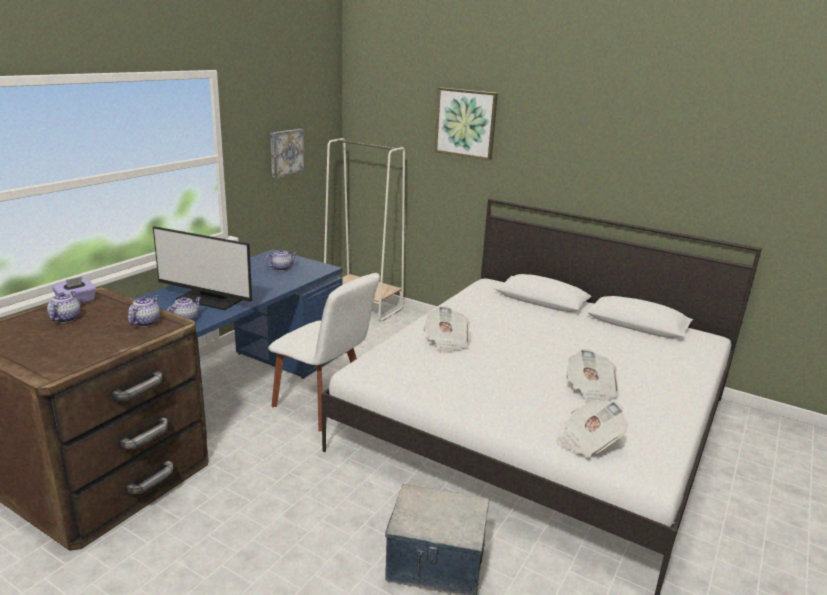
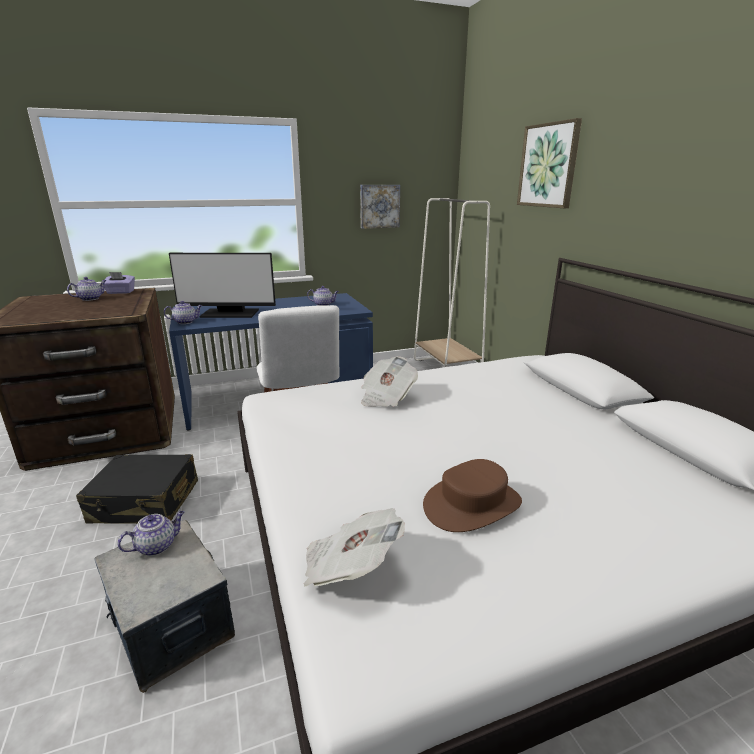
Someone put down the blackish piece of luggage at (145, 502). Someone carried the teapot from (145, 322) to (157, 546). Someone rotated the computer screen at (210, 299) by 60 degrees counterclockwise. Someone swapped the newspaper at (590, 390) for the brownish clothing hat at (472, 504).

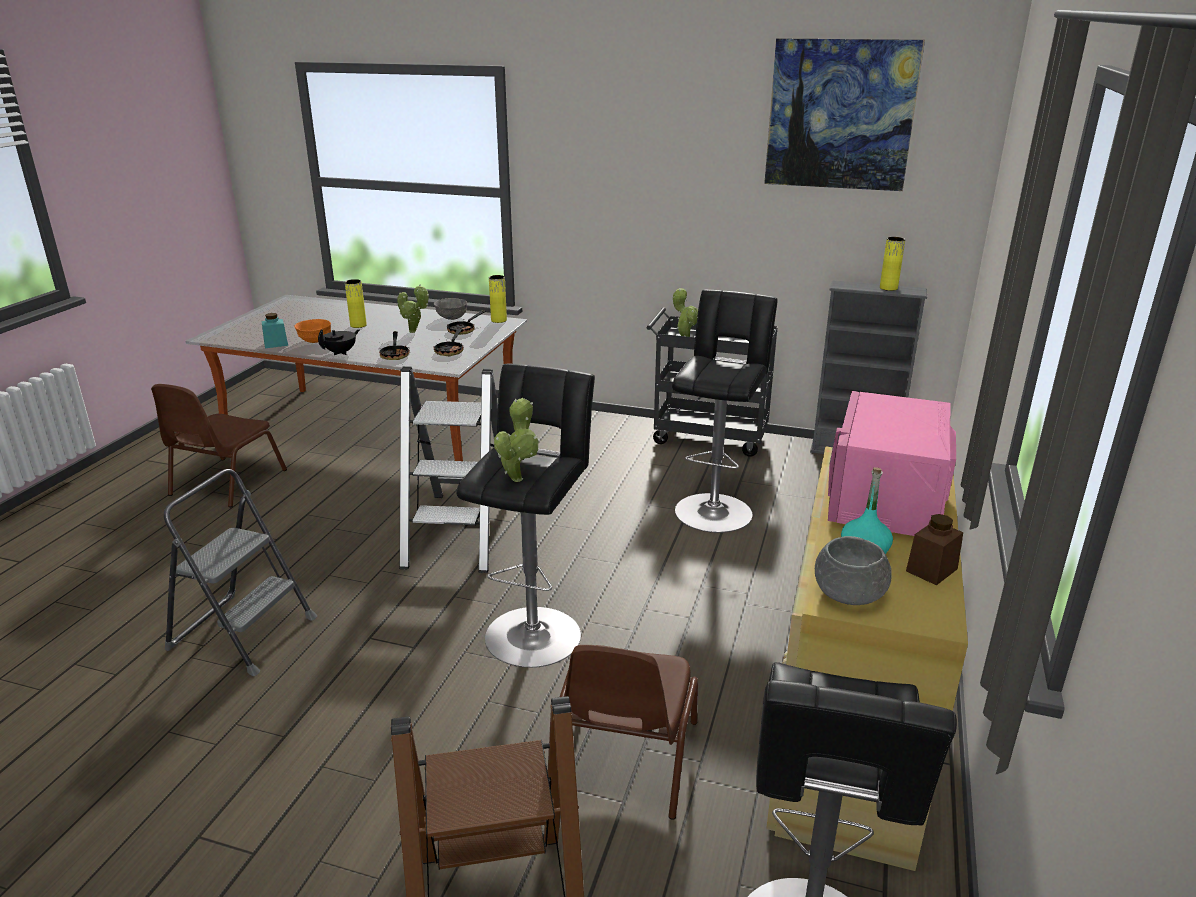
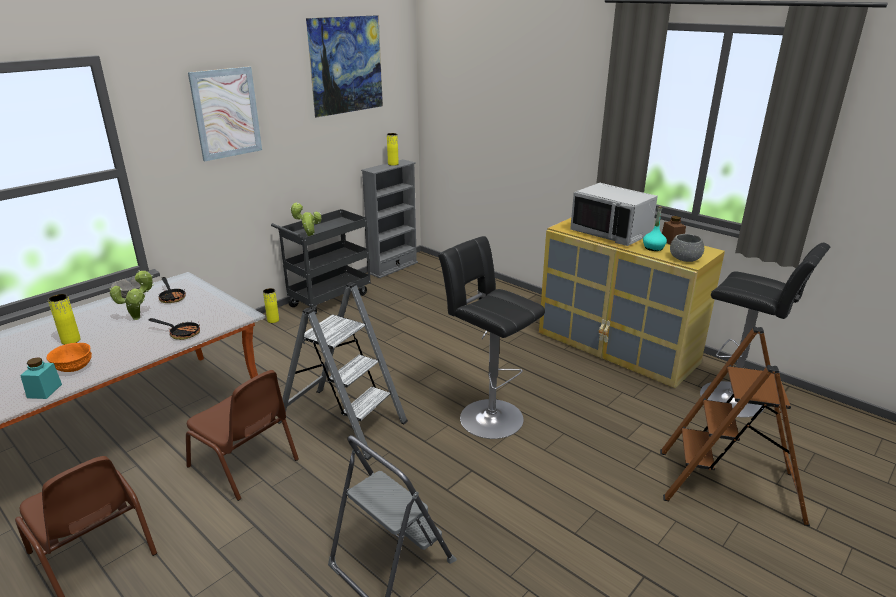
Someone carried the brownish plain chair from (624, 760) to (245, 463). Someone put up the wall art at (226, 113). Someone carried the yellow-coloured flower vase from (499, 320) to (273, 320). Someone repainted the pink microwave at (887, 501), which became the gray microwave at (611, 233). Someone took away the blackish teapot at (341, 352). Someone took away the pan at (450, 350). Someone took away the potted plant at (518, 477). Someone took away the blackish stool at (714, 509).

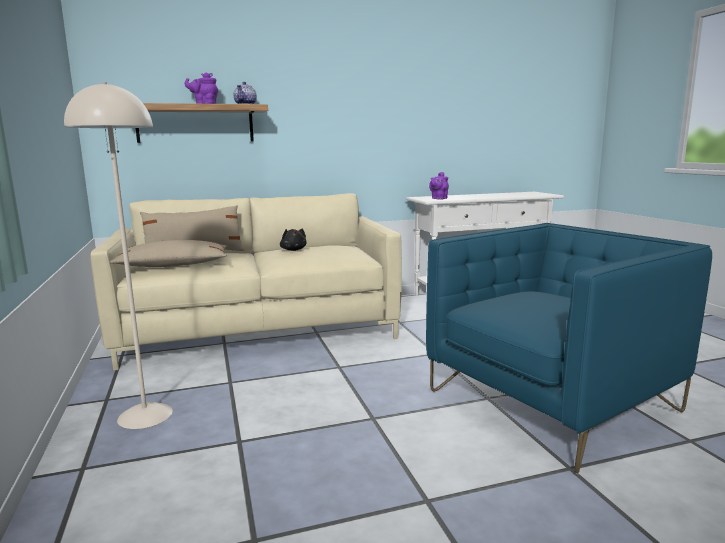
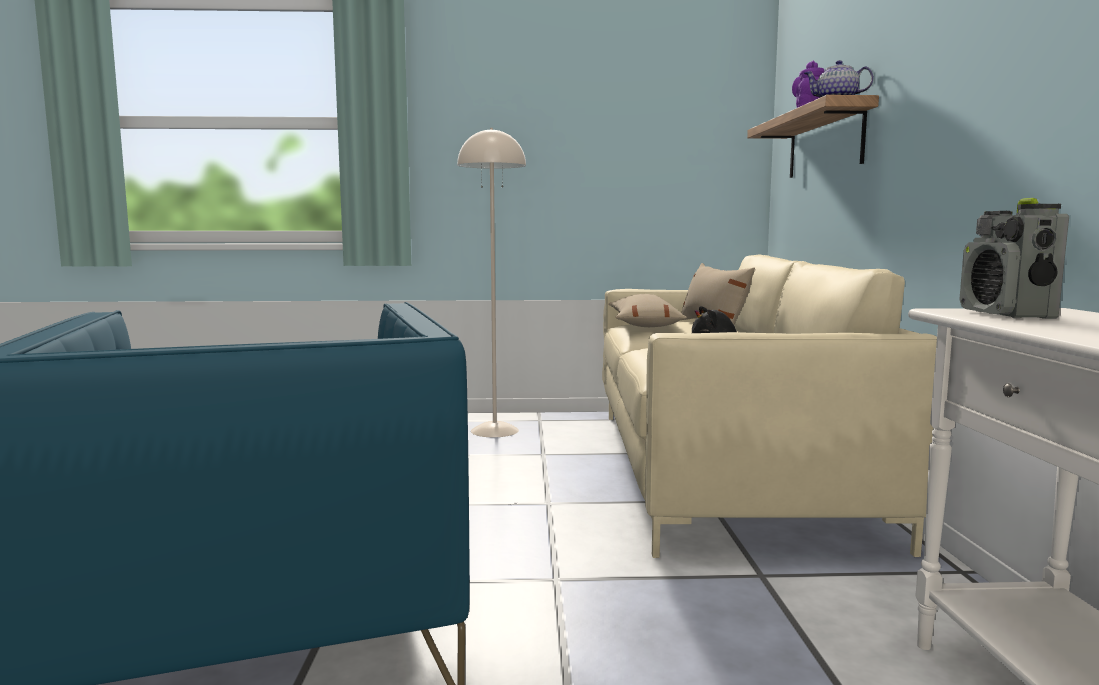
Someone swapped the purplish teapot at (438, 198) for the radio receiver at (1007, 314).

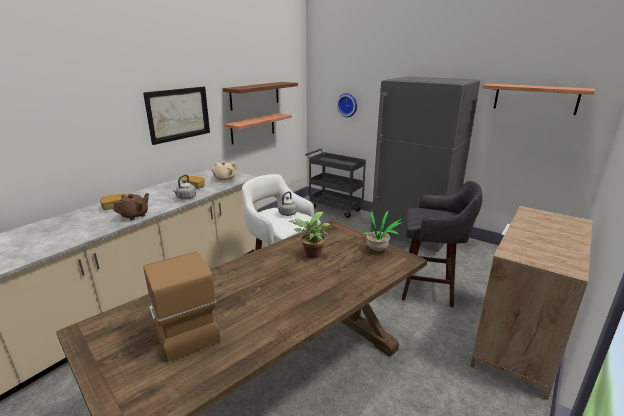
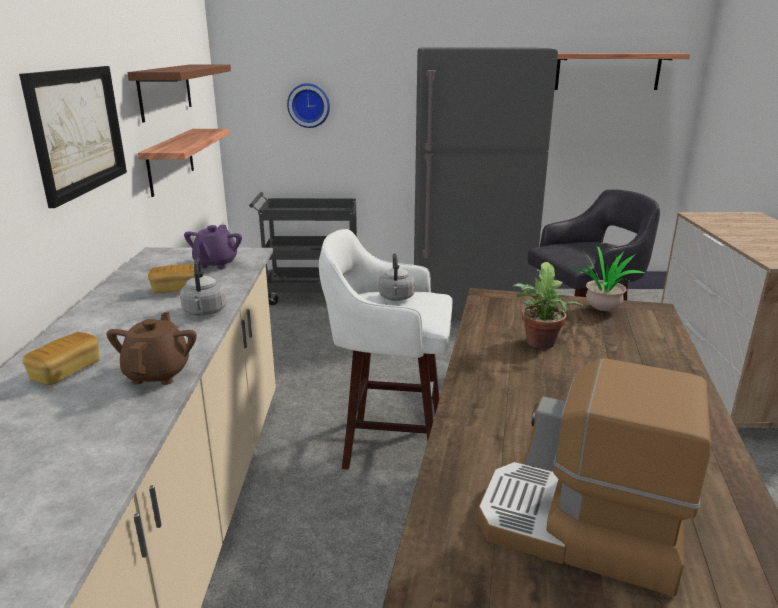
Someone repainted the sand-coloured teapot at (224, 179), which became the purplish teapot at (215, 264).

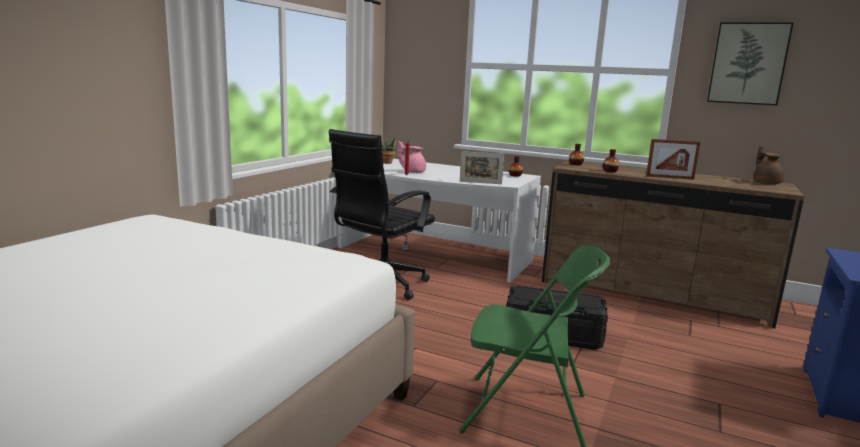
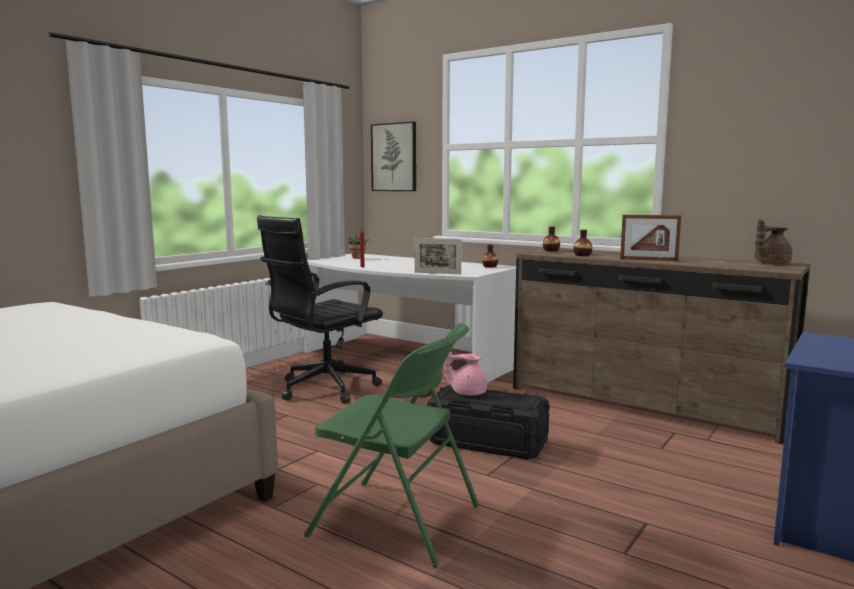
Someone carried the wall art from (748, 63) to (394, 157). Someone carried the pink teapot from (413, 171) to (467, 392). Someone rotated the brownish teapot at (766, 183) by 120 degrees counterclockwise.

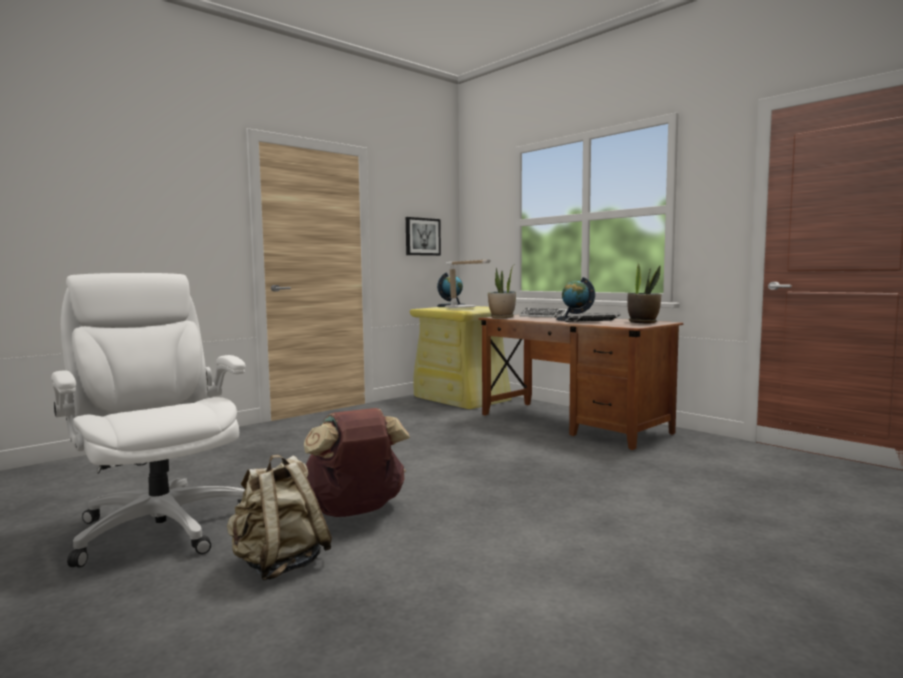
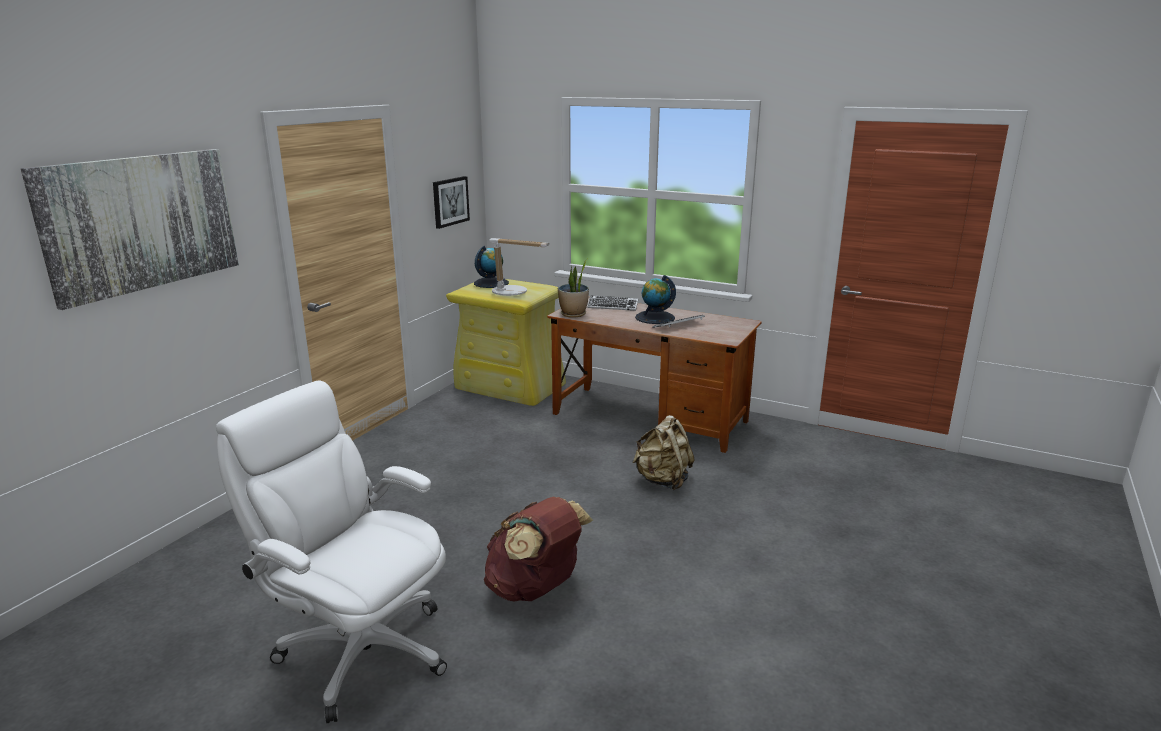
Someone put up the wall art at (141, 222). Someone carried the sand-coloured knapsack from (279, 565) to (663, 481). Someone took away the potted plant at (643, 322).

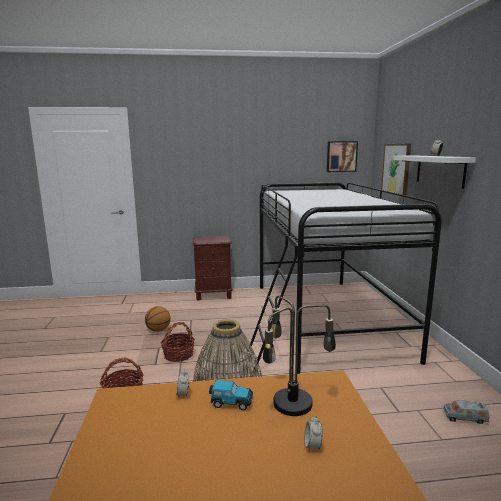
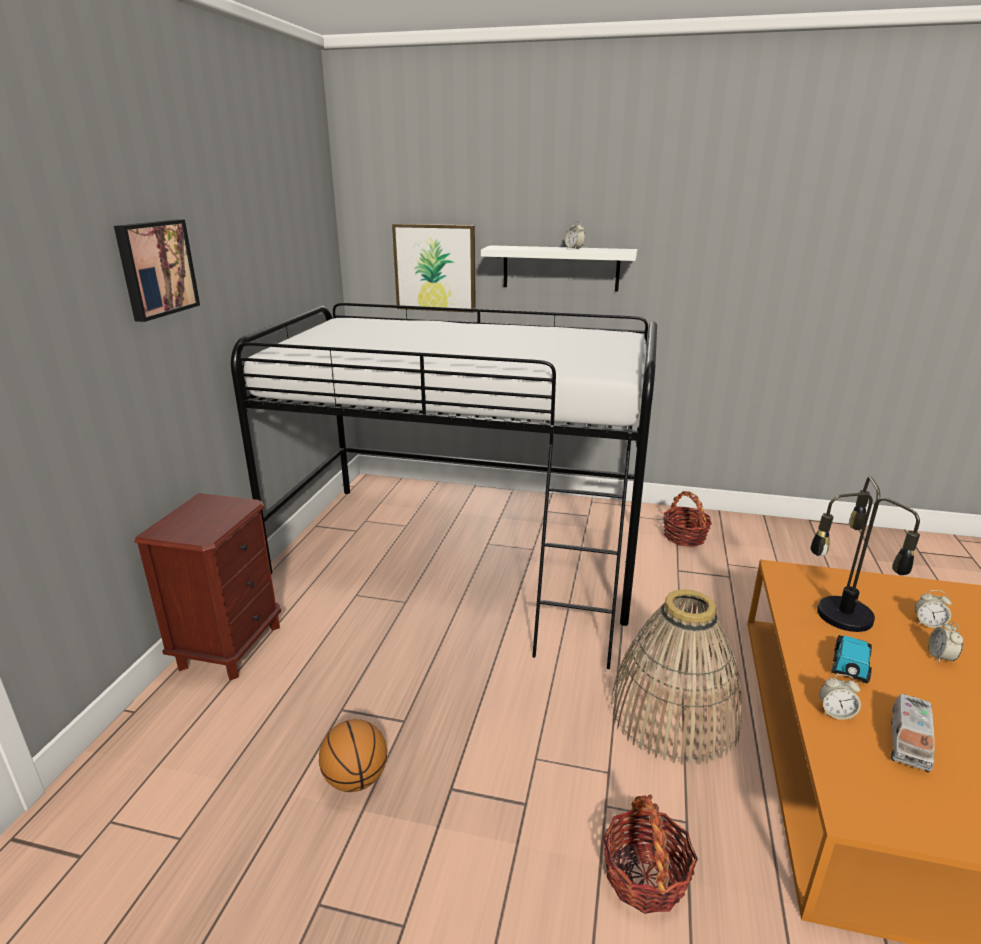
Someone carried the wall art from (341, 156) to (155, 268). Someone carried the basket from (178, 355) to (684, 537). Someone carried the model truck from (464, 417) to (909, 742). Someone put down the bedside clock at (940, 656).

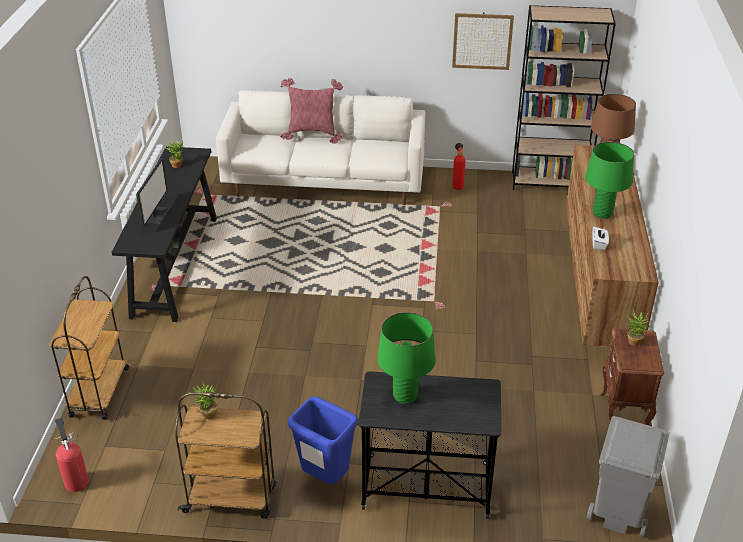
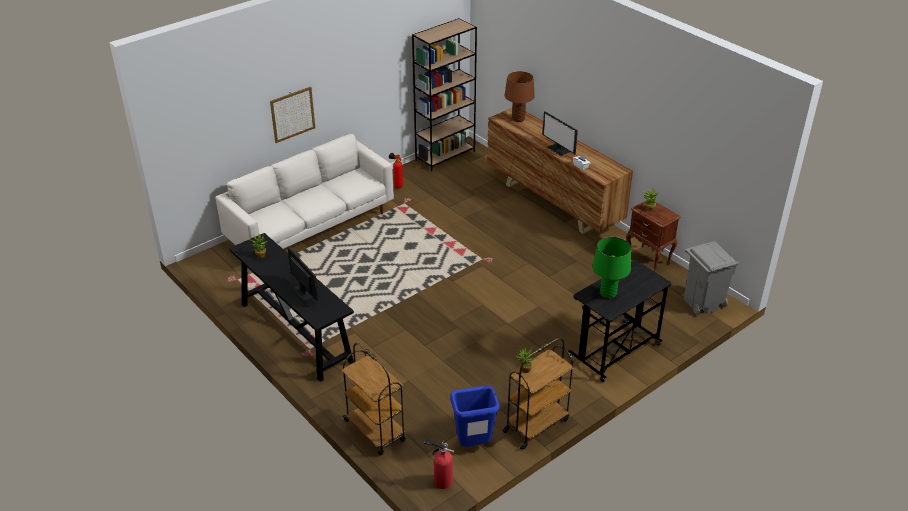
Someone carried the wall art from (482, 40) to (292, 113). Someone carried the bluish trash can from (324, 478) to (473, 445). Someone swapped the green-coloured tabletop lamp at (602, 213) for the computer screen at (558, 149). Someone took away the reddish cushion at (312, 137).

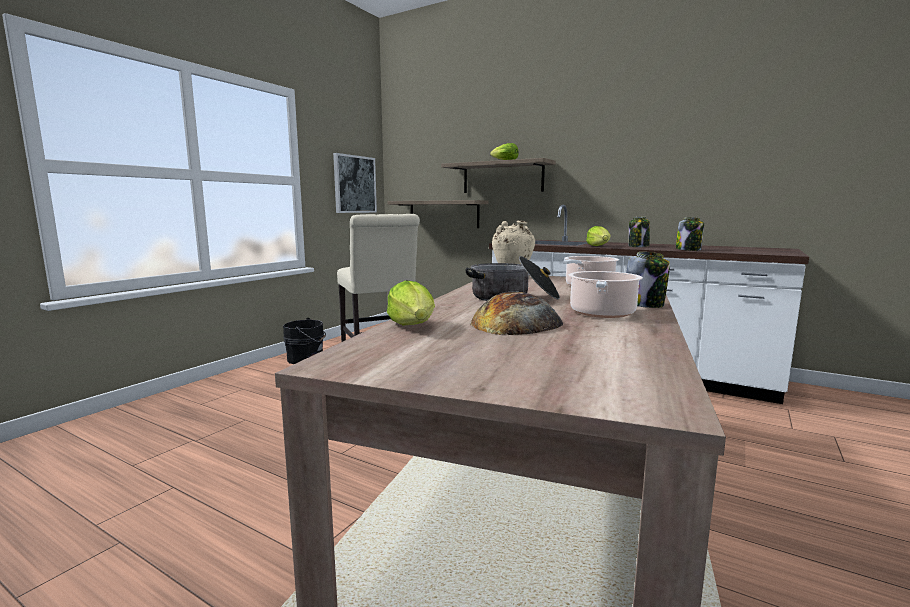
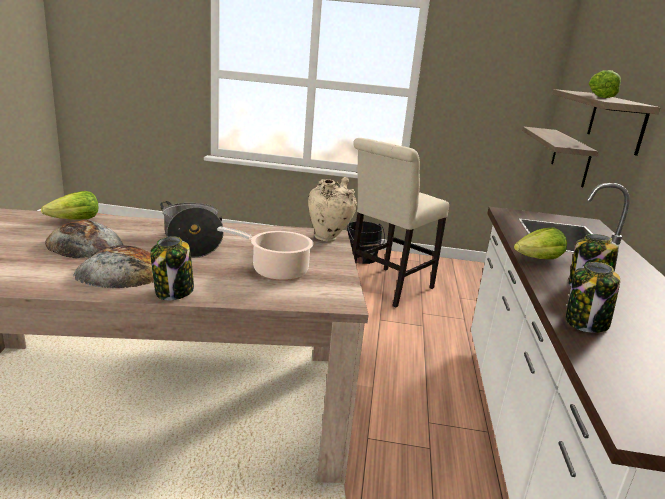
Someone swapped the saucepot at (602, 314) for the bakery bread at (121, 272). Someone took away the wall art at (354, 184).

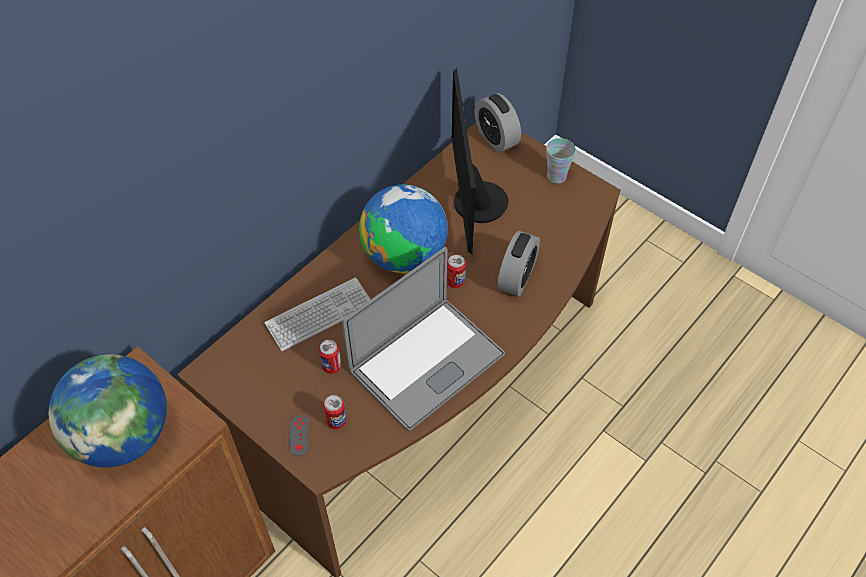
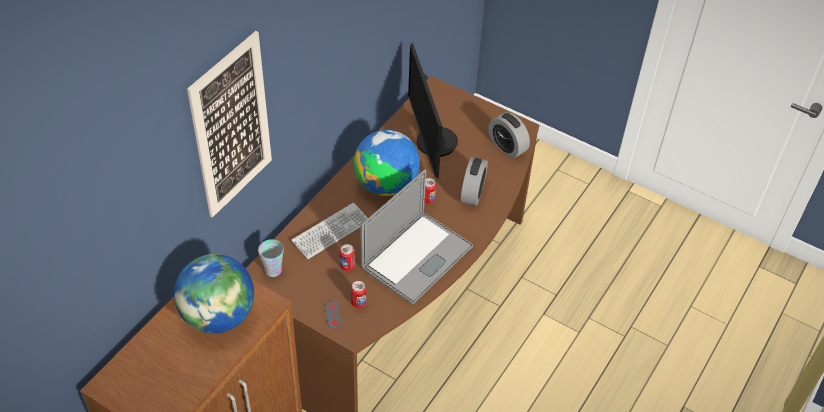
Someone put up the wall art at (231, 127). Someone carried the small cup from (556, 176) to (273, 270). Someone carried the bedside clock from (496, 138) to (507, 147).

